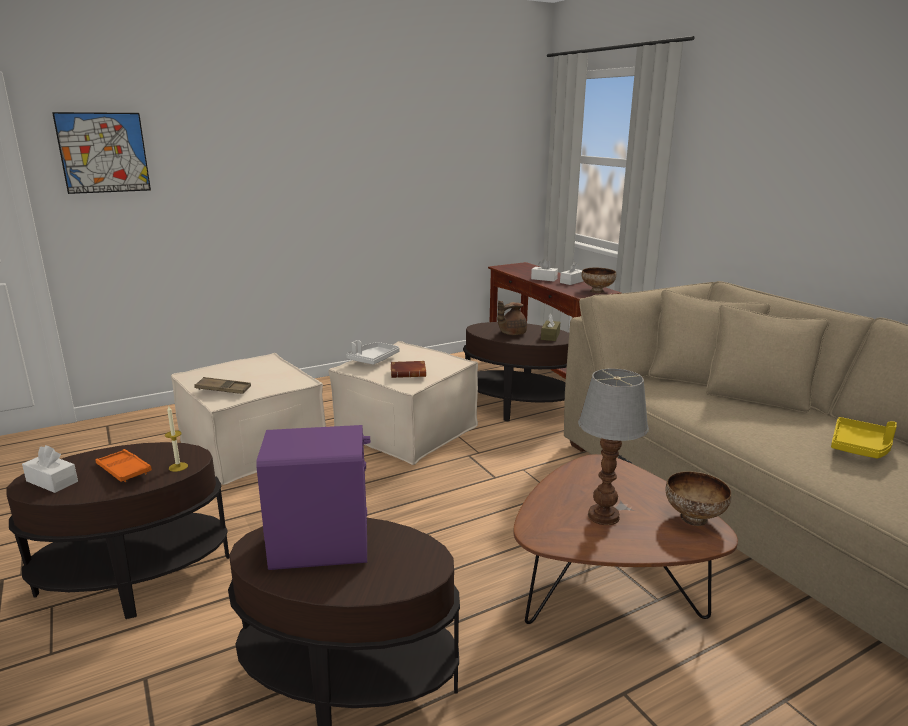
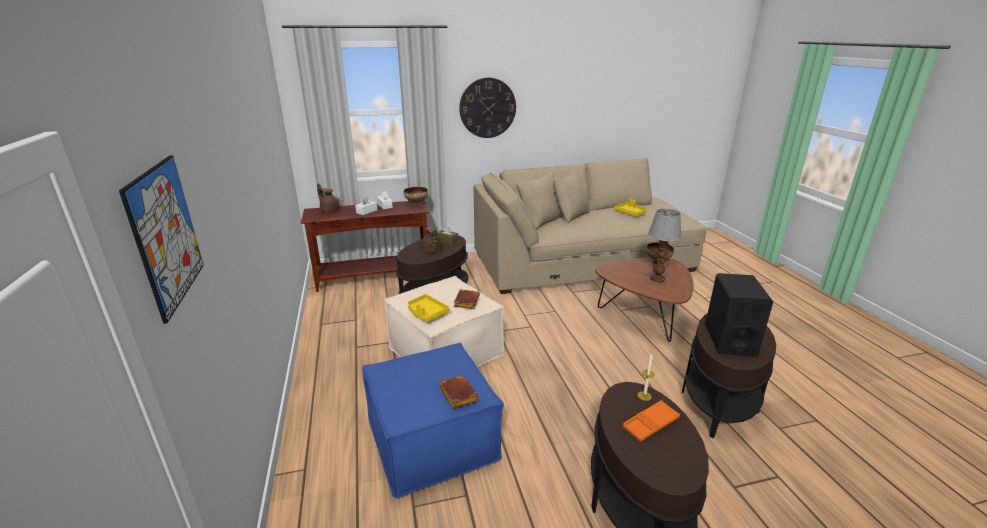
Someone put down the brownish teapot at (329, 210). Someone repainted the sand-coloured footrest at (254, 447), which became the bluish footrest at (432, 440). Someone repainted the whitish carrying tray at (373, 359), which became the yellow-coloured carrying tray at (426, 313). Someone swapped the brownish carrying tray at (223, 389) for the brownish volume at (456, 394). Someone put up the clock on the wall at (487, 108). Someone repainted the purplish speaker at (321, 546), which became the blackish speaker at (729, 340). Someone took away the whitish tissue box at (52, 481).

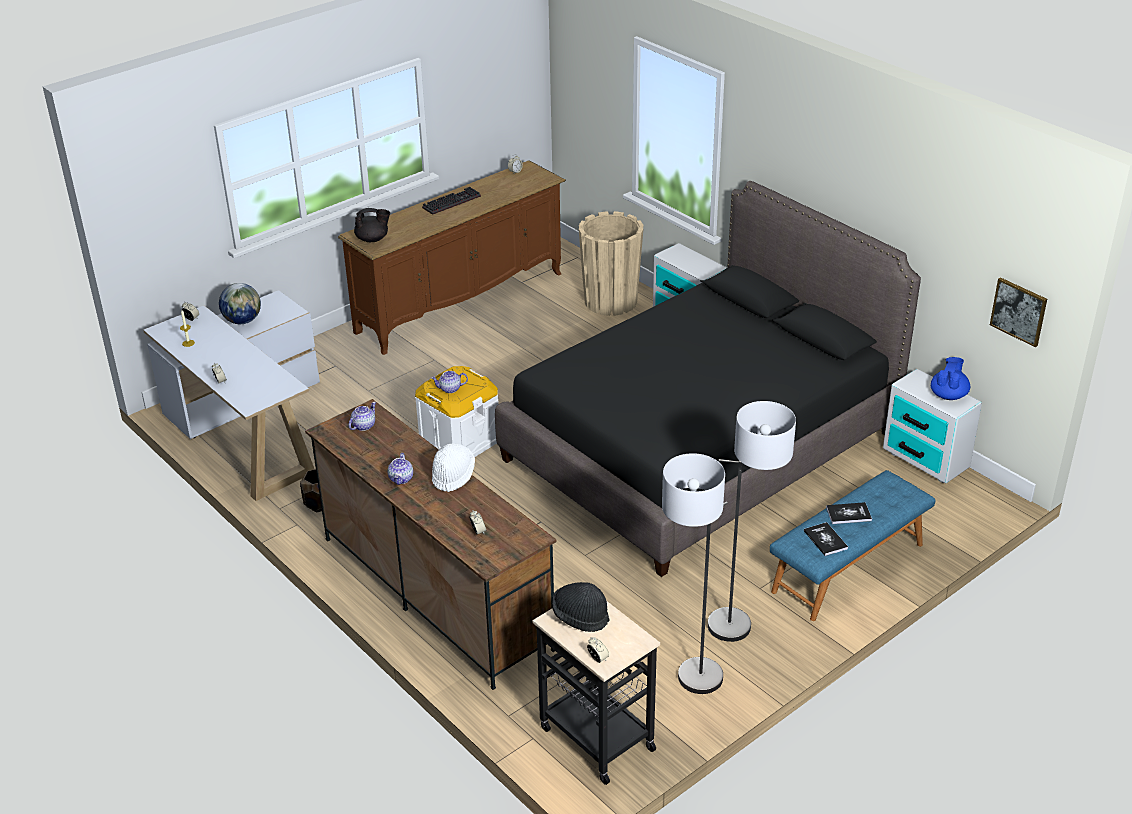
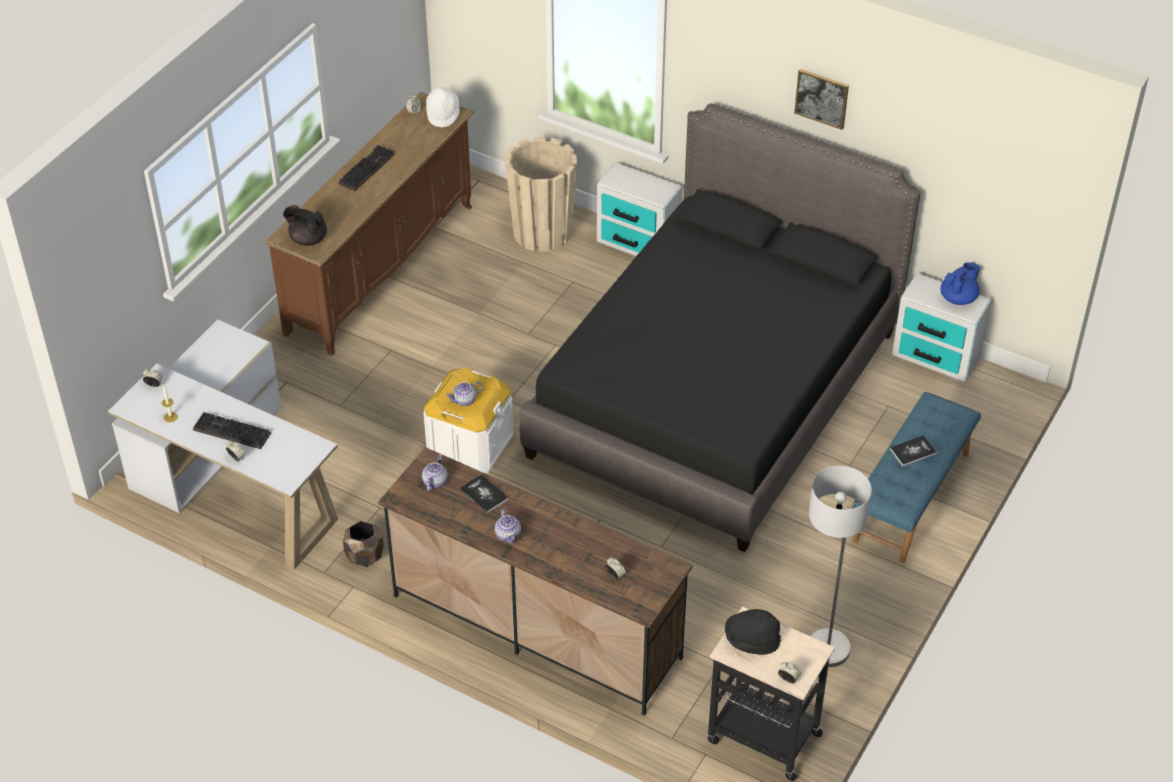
Someone put down the keyboard at (230, 432). Someone rotated the blackish teapot at (373, 239) by 135 degrees counterclockwise. Someone carried the whitish clothing hat from (453, 476) to (442, 114). Someone carried the volume from (825, 540) to (484, 494). Someone carried the wall art from (1019, 311) to (822, 98). Someone rotated the bluish teapot at (948, 395) by 45 degrees clockwise. Someone took away the globe at (243, 321). Someone took away the gray floor lamp at (742, 628).

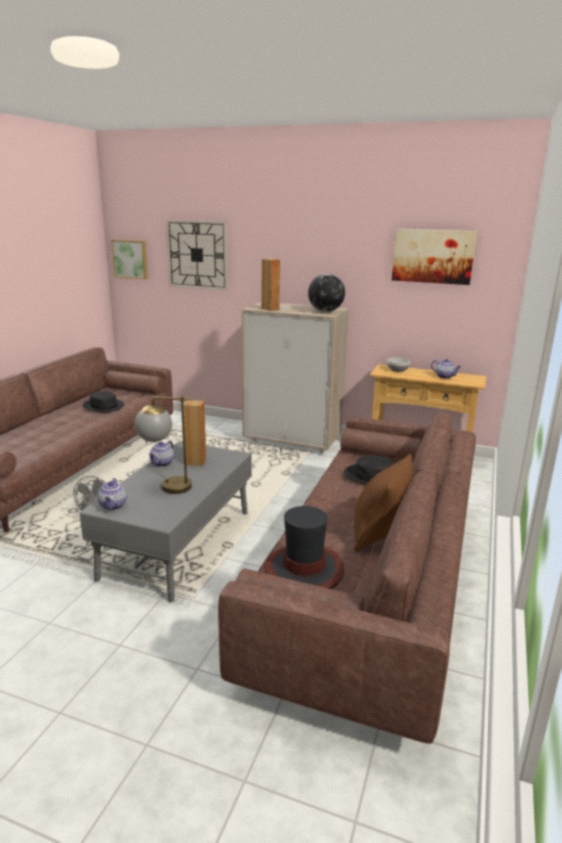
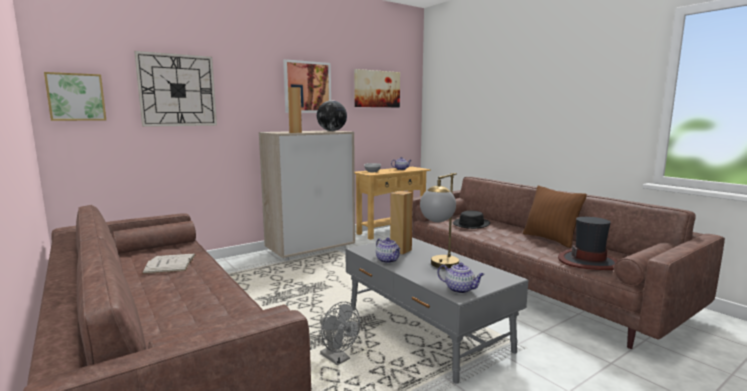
Someone swapped the blackish clothing hat at (103, 406) for the whitish volume at (170, 264). Someone put up the wall art at (307, 87).

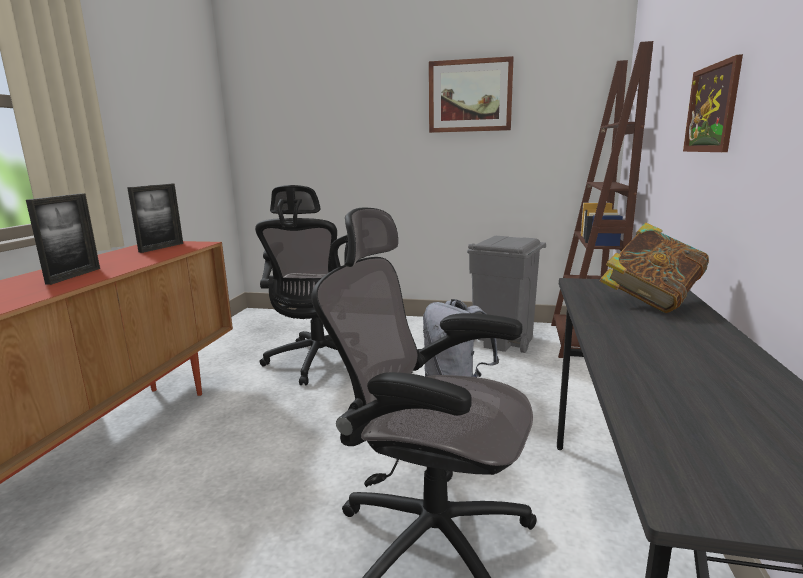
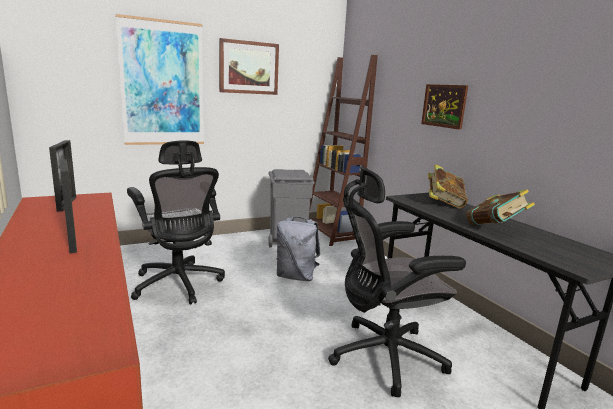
Someone put up the wall art at (163, 84). Someone put down the volume at (495, 229).

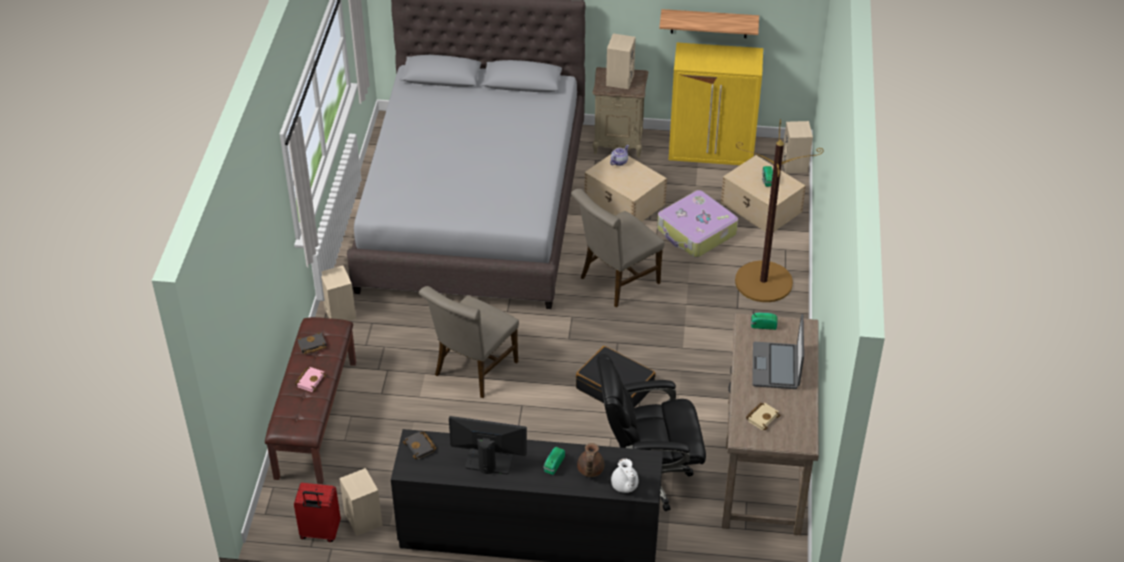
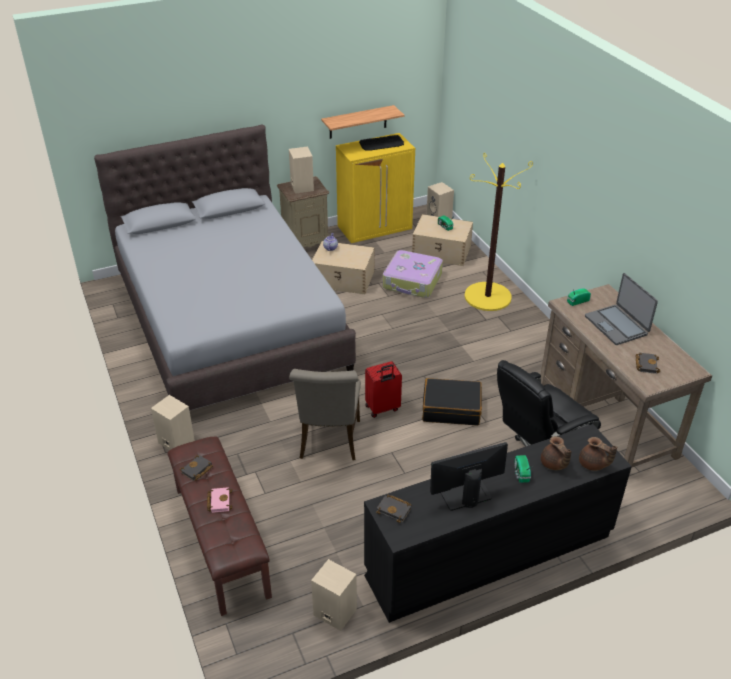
Someone put down the keyboard at (381, 143). Someone carried the reddish piece of luggage from (320, 532) to (382, 408). Someone repainted the brownish garment stand at (763, 282), which became the yellow-coloured garment stand at (488, 297). Someone repainted the whitish teapot at (624, 486), which became the brownish teapot at (593, 464). Someone repainted the sand-coloured volume at (762, 417), which became the blackish volume at (646, 364). Someone took away the sand-coloured plain chair at (615, 282).

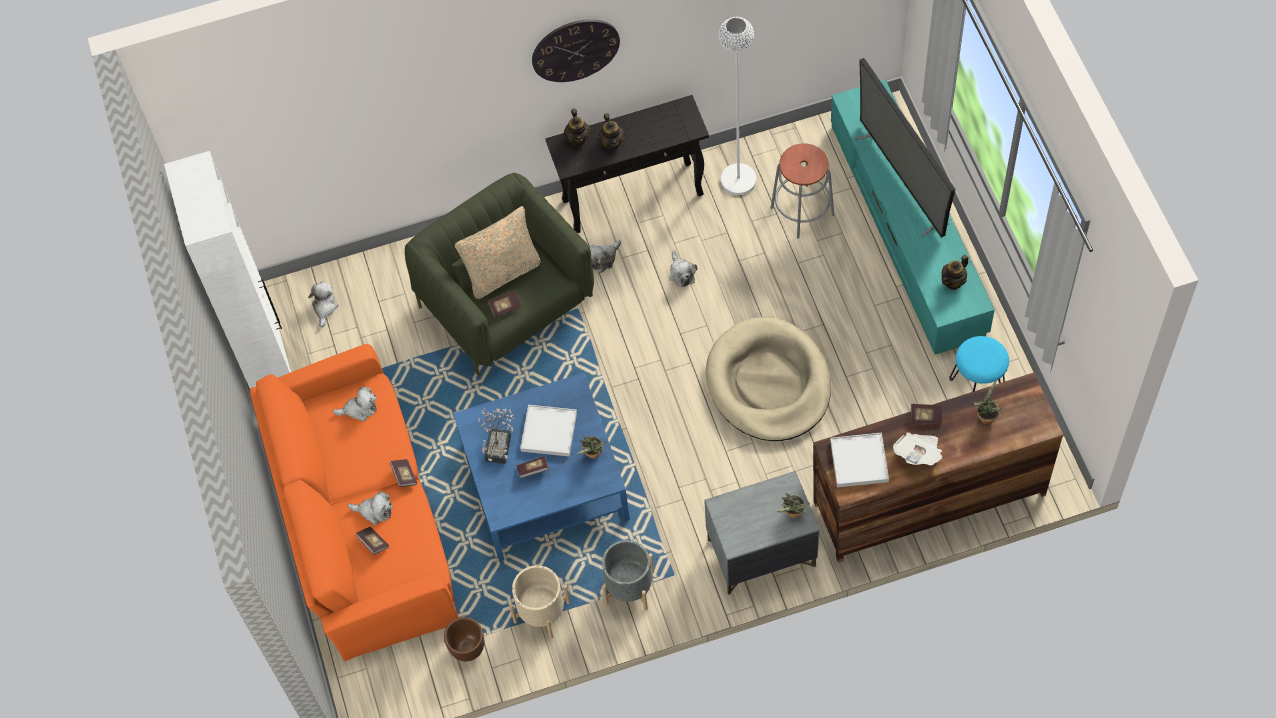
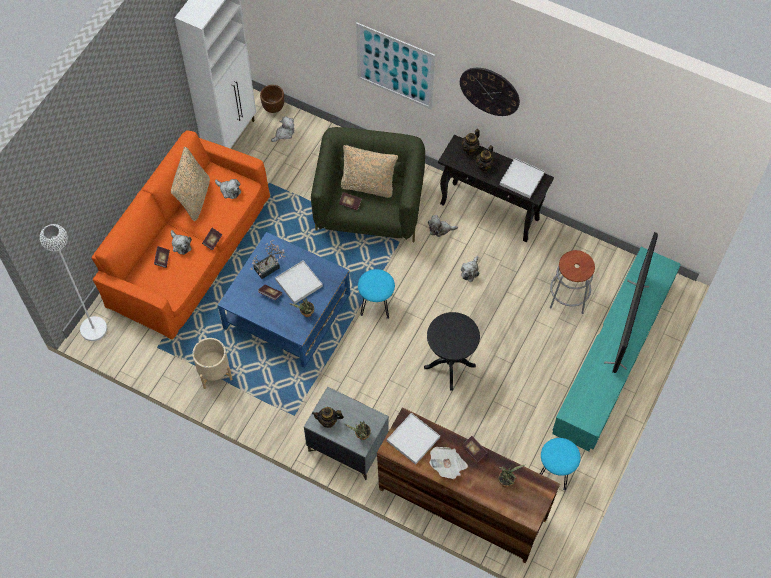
Someone carried the whitish floor lamp from (738, 180) to (93, 329). Someone put down the sand-coloured cushion at (194, 198). Someone carried the brownish flower pot from (467, 647) to (273, 107). Someone carried the teapot from (953, 281) to (328, 421). Someone put up the wall art at (395, 66). Someone put down the turquoise stool at (376, 304). Someone swapped the sand-coloured dog cushion at (768, 383) for the blackish side table at (449, 366). Someone put down the whitish carrying tray at (521, 179). Someone took away the gray flower pot at (629, 587).

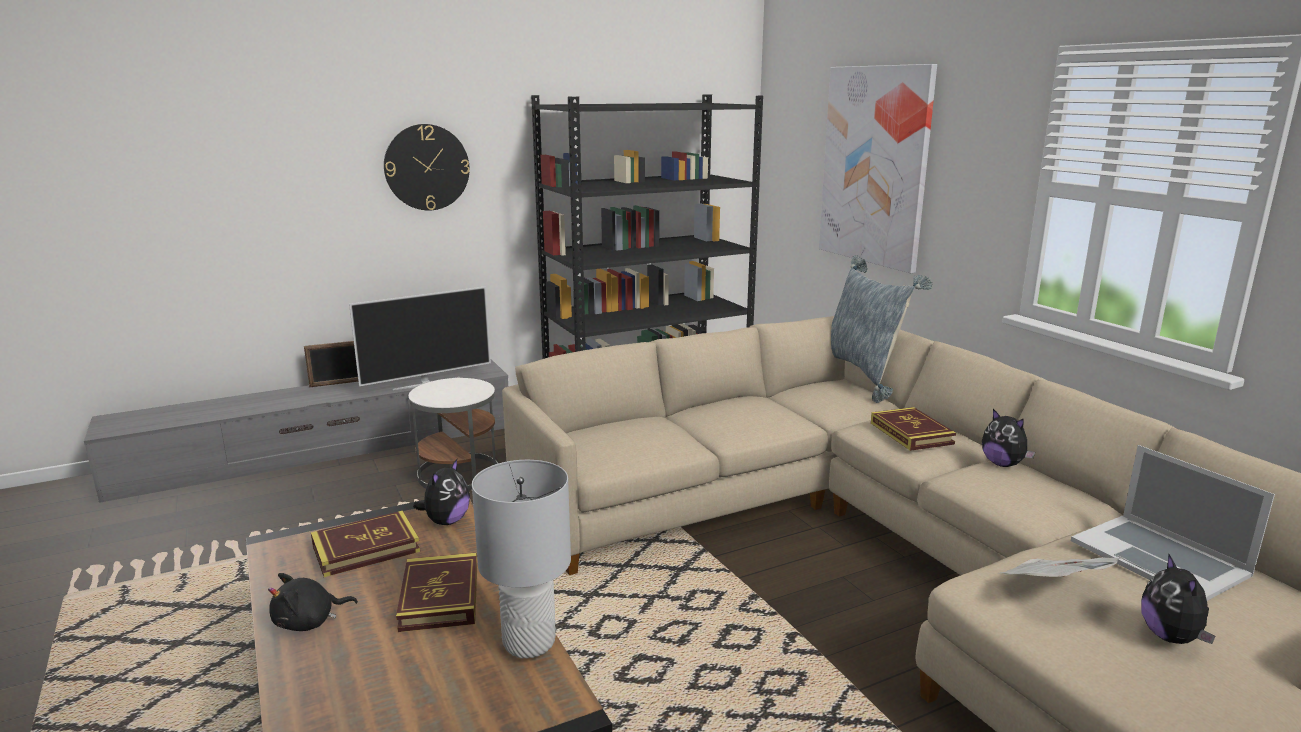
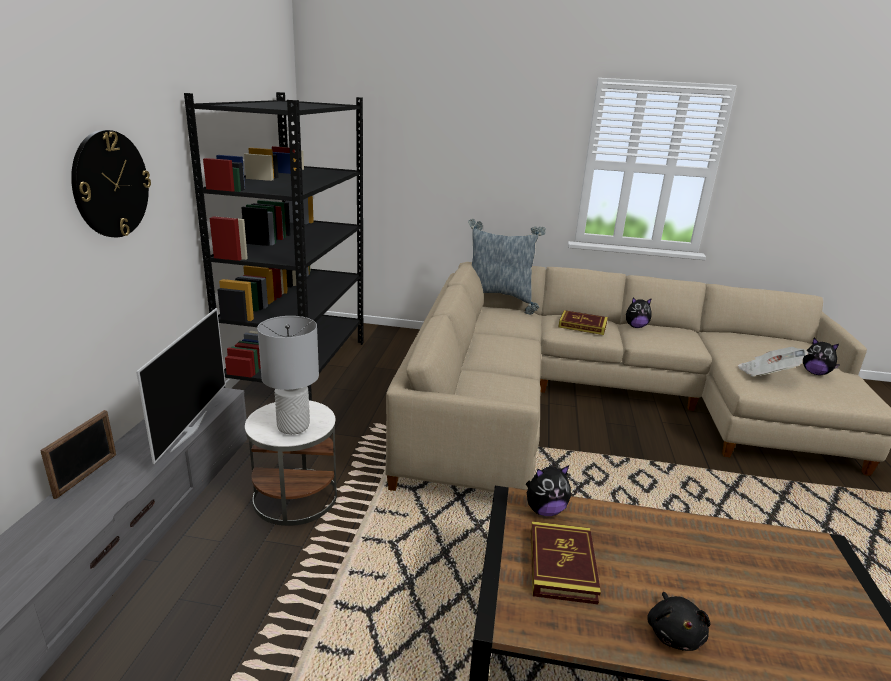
Someone carried the gray tabletop lamp from (530, 646) to (293, 428). Someone rotated the cuddly toy at (446, 521) by 105 degrees clockwise. Someone took away the volume at (440, 597). Someone took away the wall art at (875, 166). Someone took away the notebook computer at (1159, 557).

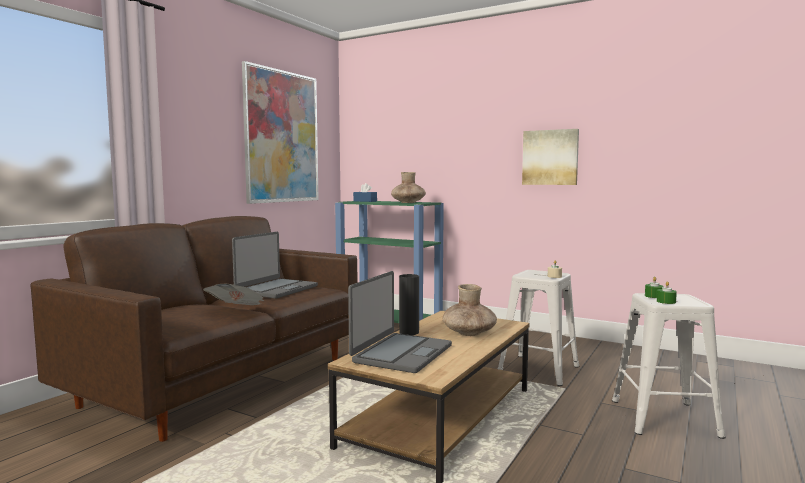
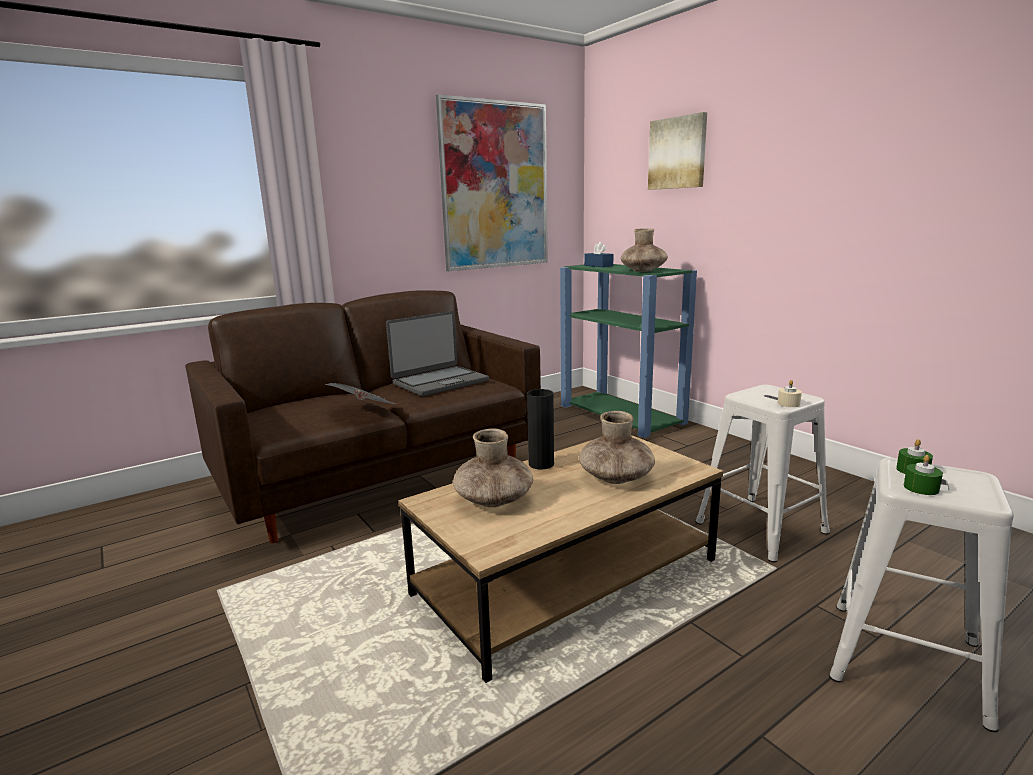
Someone swapped the notebook computer at (401, 354) for the brownish flower vase at (494, 499). Someone carried the wall art from (550, 157) to (677, 153).

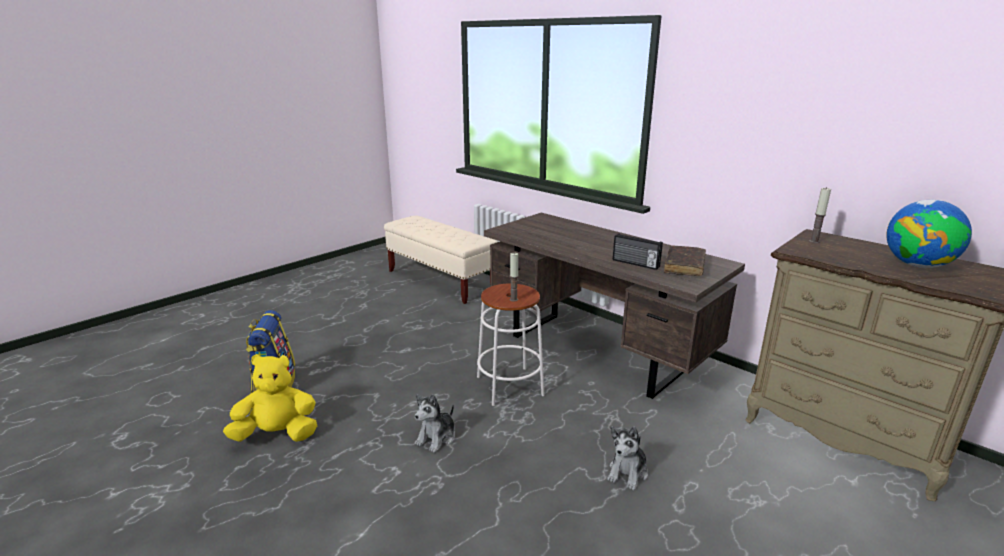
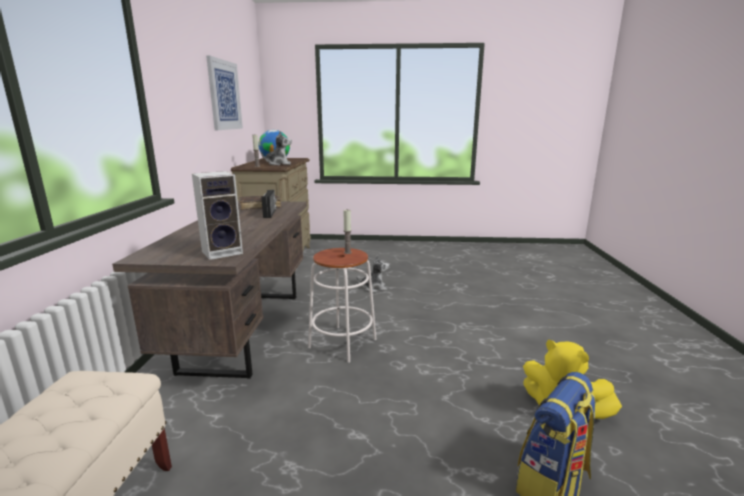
Someone put down the speaker at (223, 252). Someone put up the wall art at (224, 95). Someone carried the cuddly toy from (437, 438) to (279, 164).

